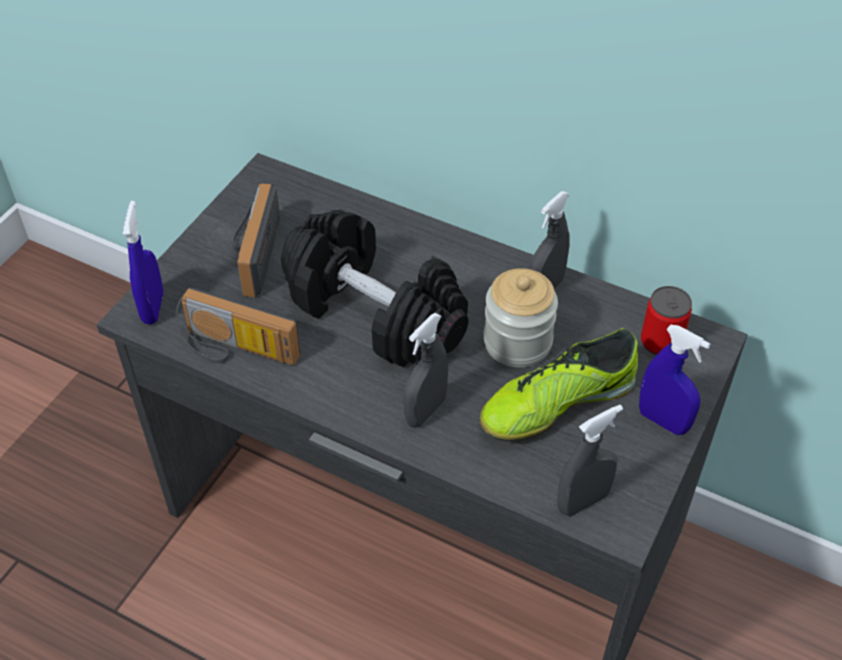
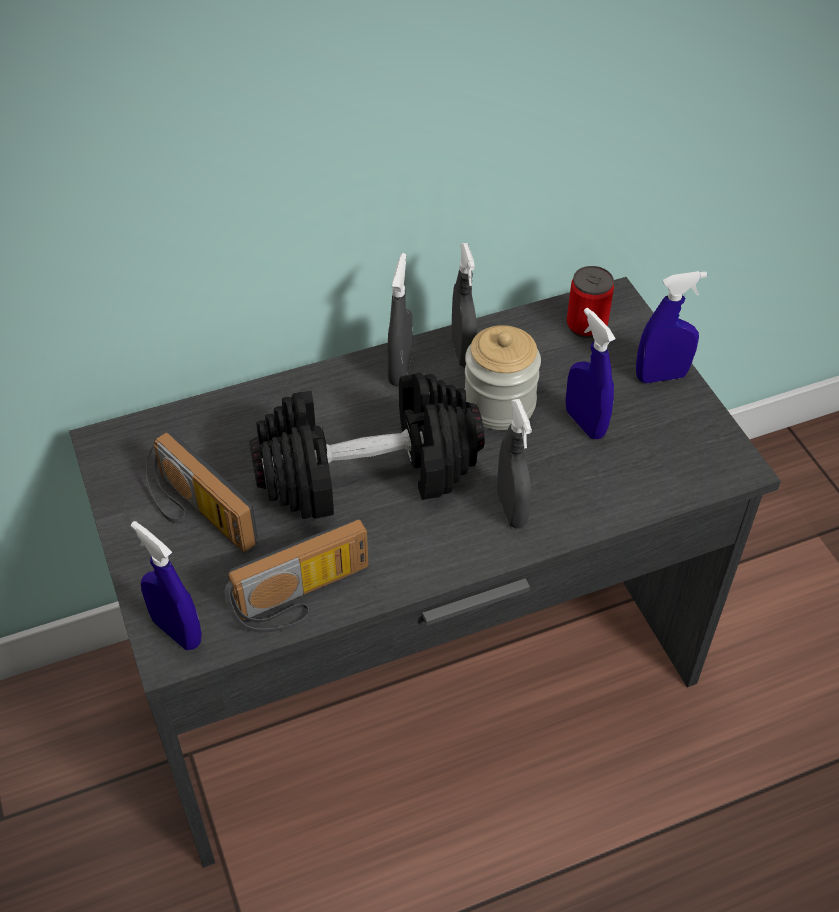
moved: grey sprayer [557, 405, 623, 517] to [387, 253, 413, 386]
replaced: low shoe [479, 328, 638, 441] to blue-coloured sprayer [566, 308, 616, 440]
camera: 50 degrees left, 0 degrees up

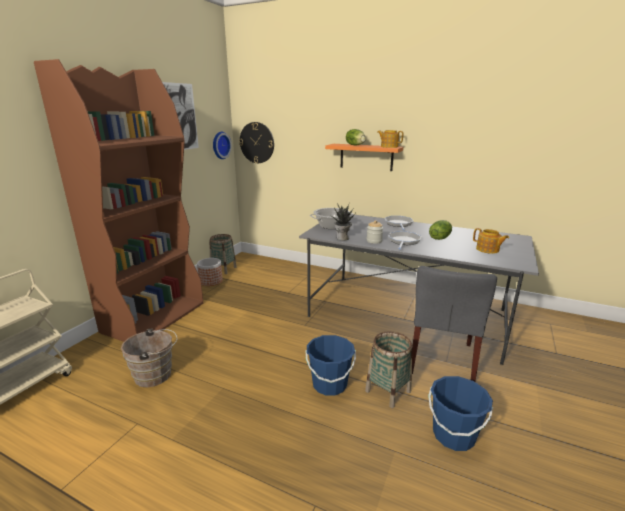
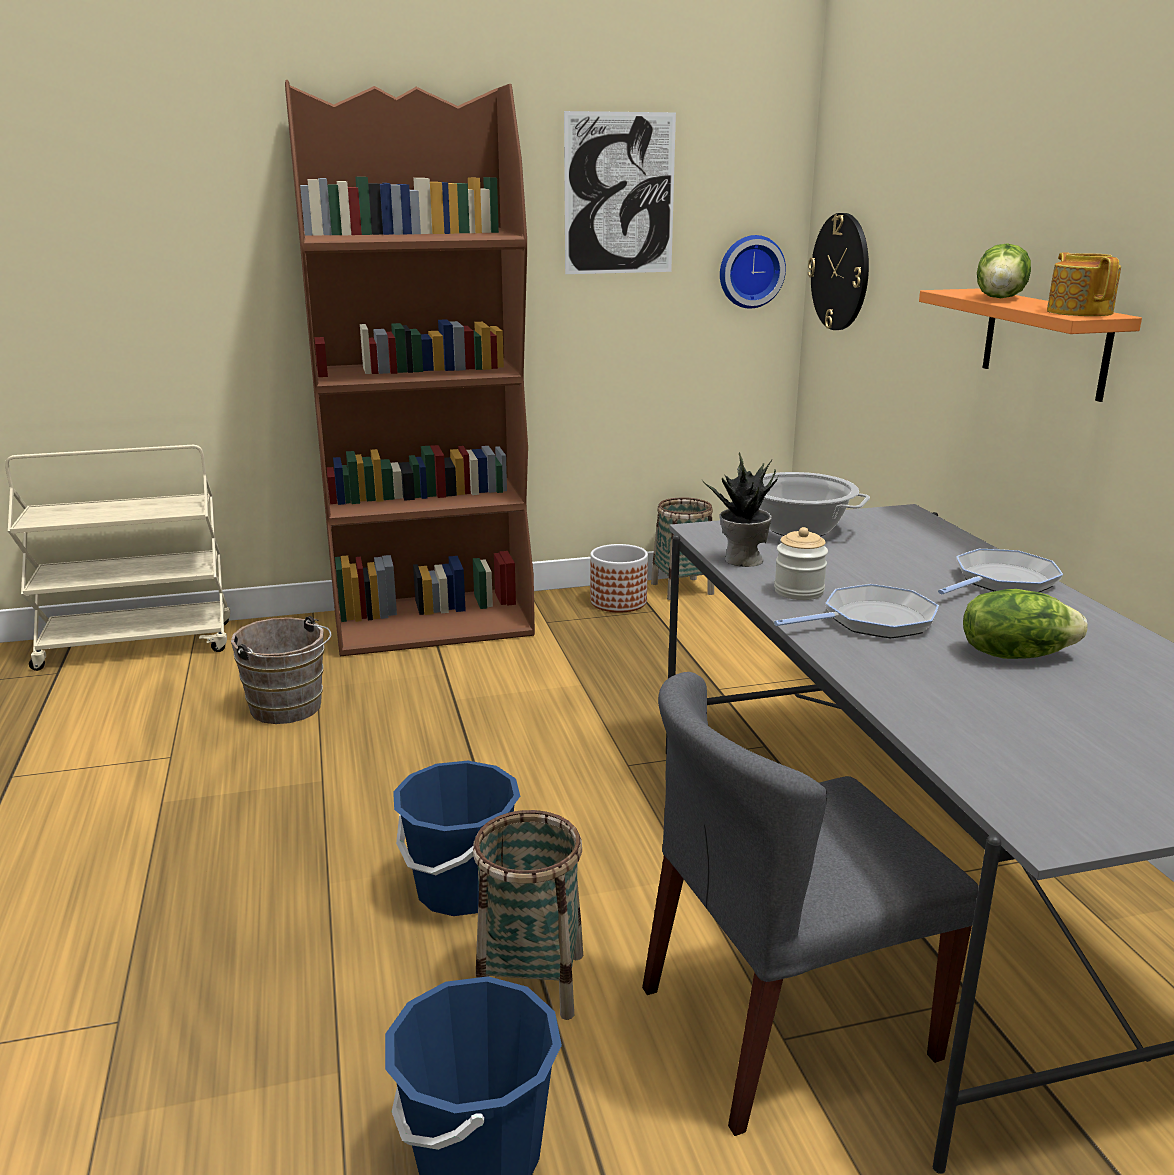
removed: teapot [473, 228, 509, 254]
camera: 50 degrees right, 0 degrees up

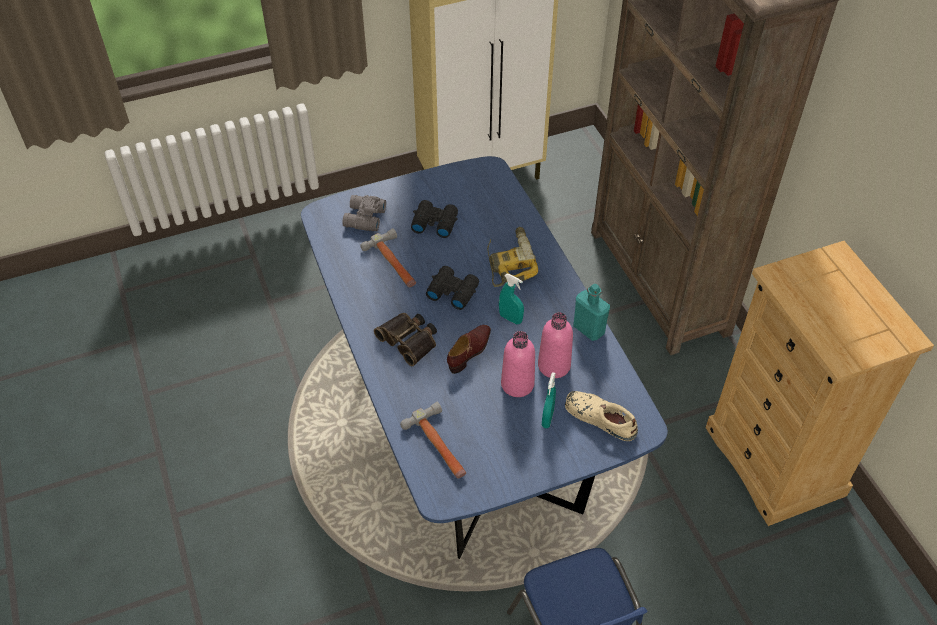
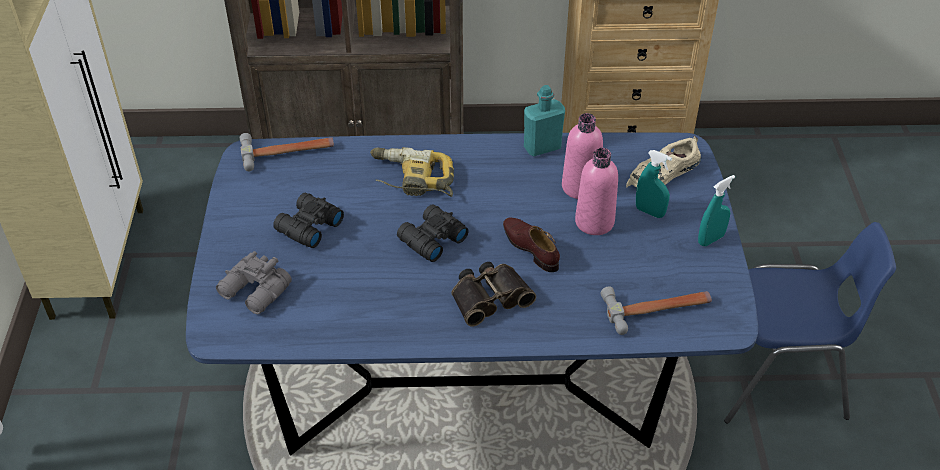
moved: tool hammer [360, 228, 416, 287] to [240, 133, 334, 171]; turquoise sprayer [499, 274, 524, 324] to [698, 175, 735, 246]
camera: 70 degrees left, 5 degrees down

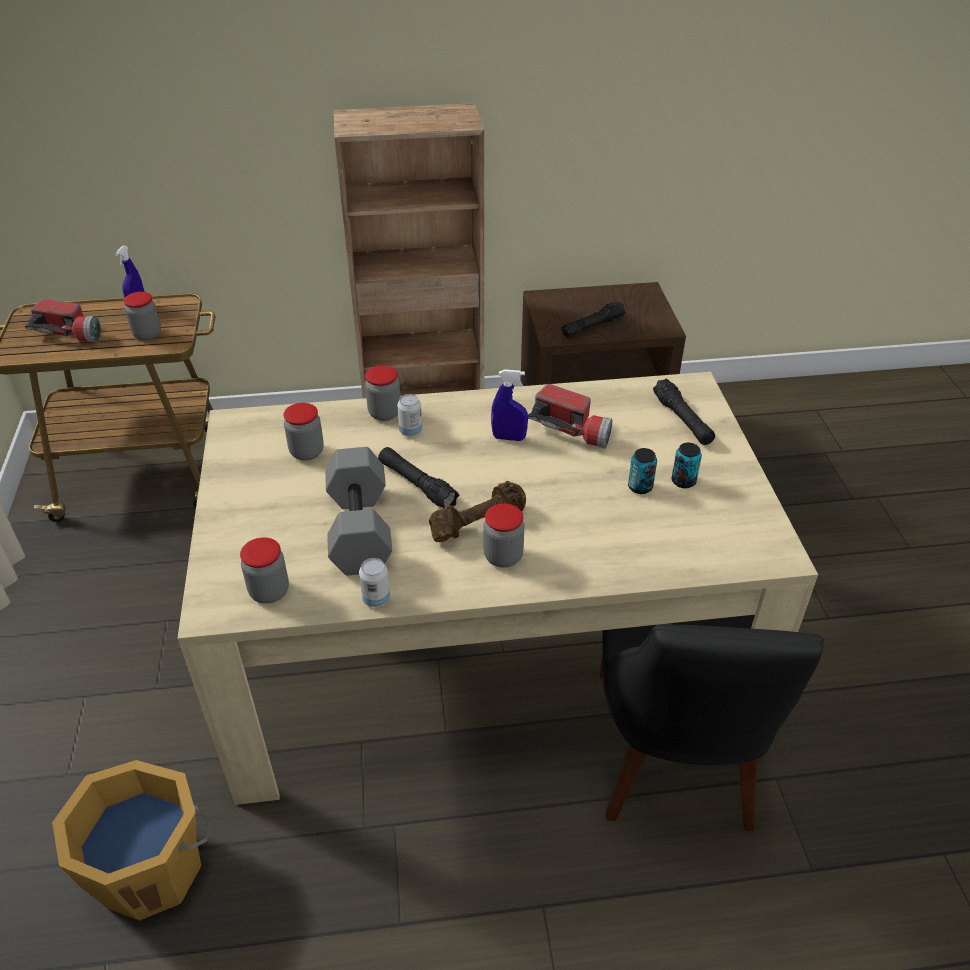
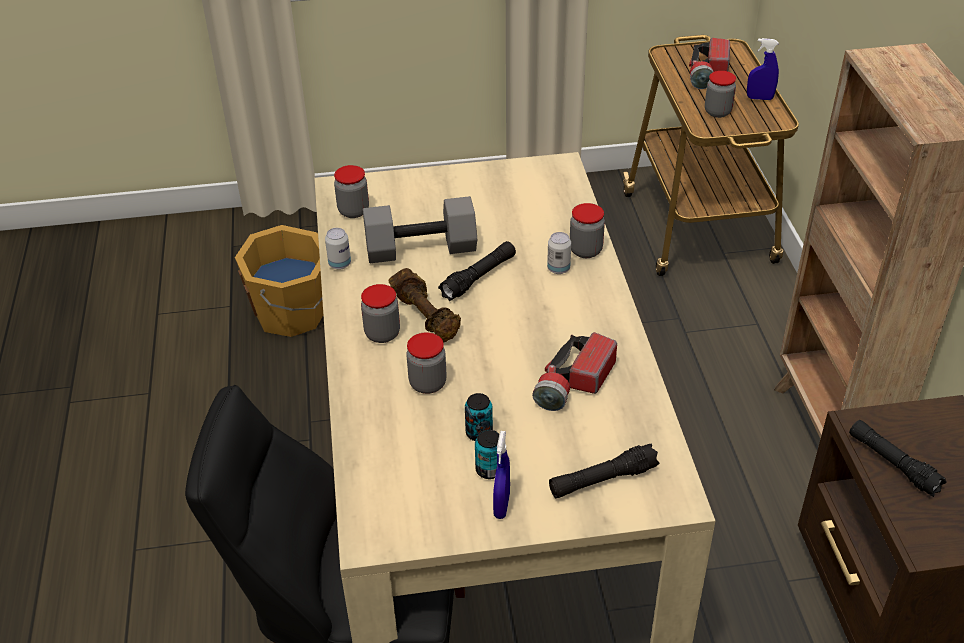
moved: blue-coloured sprayer [491, 369, 528, 441] to [493, 431, 510, 519]; jar [284, 403, 324, 461] to [406, 332, 447, 394]
camera: 90 degrees right, 0 degrees up

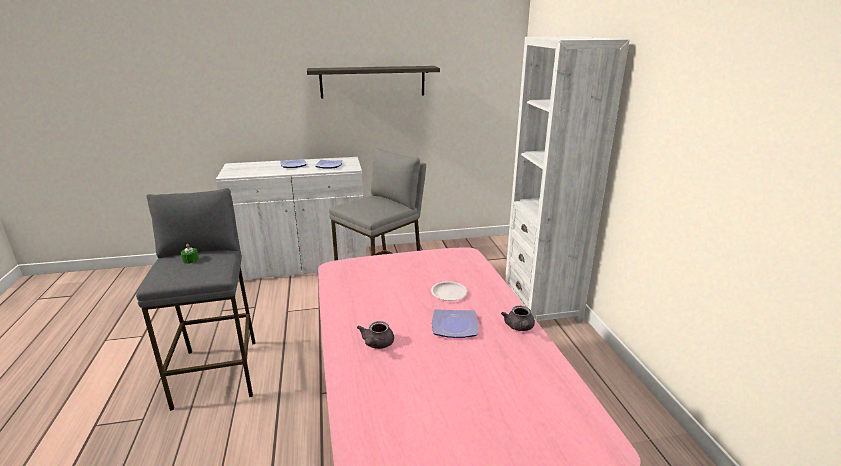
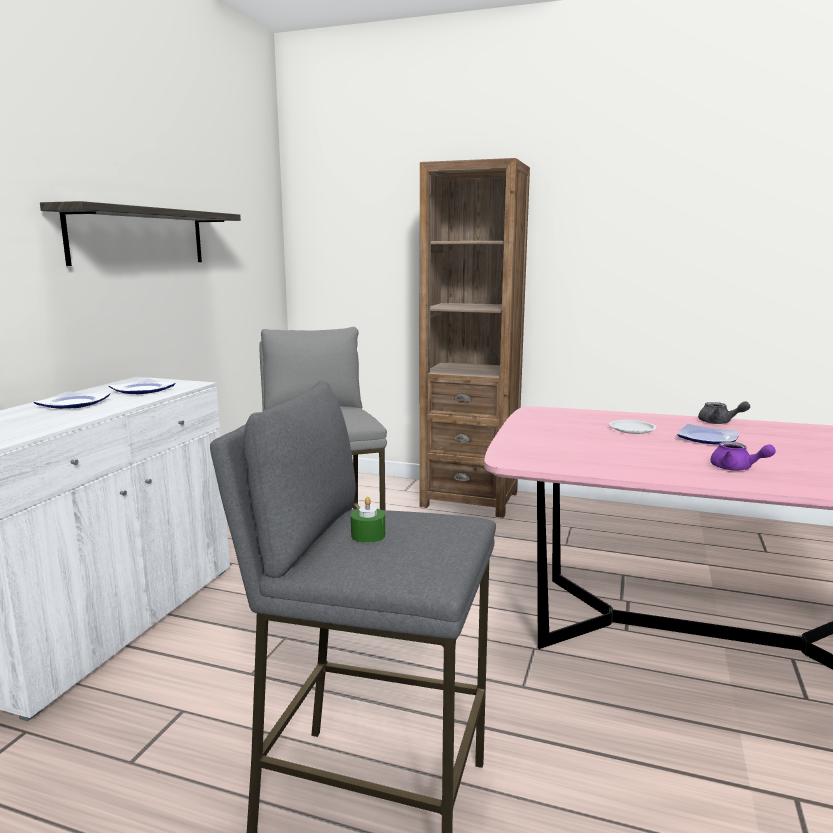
recoloured: whitish bookcase [505, 36, 630, 323] to brown bookcase [419, 158, 530, 518]; grey teapot [357, 321, 394, 349] to purple-coloured teapot [710, 442, 776, 471]
camera: 60 degrees left, 10 degrees down

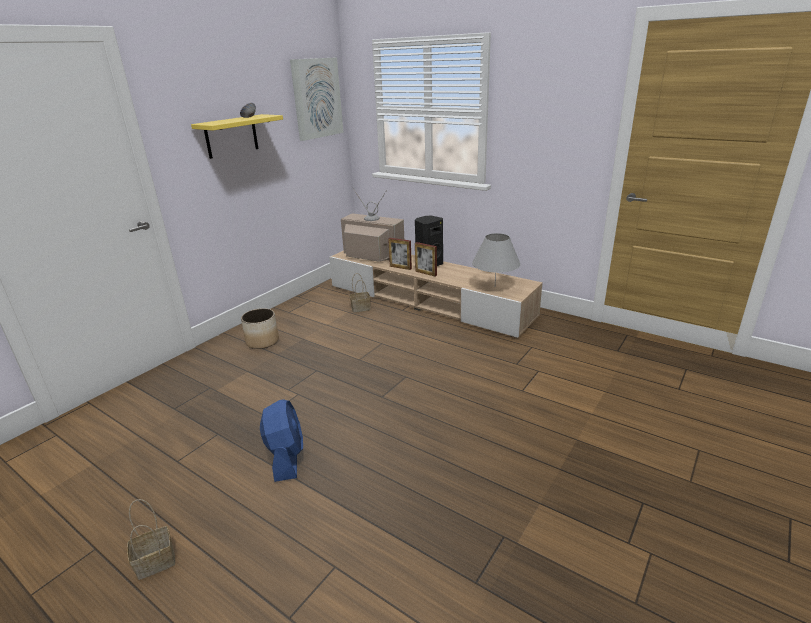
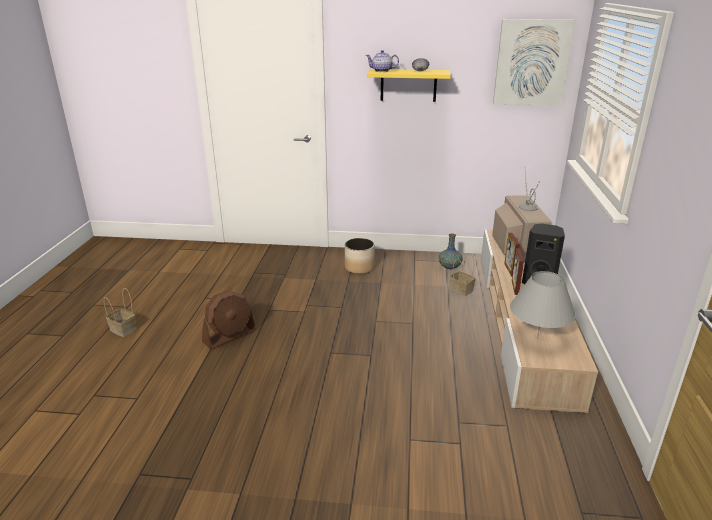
added: teapot [365, 50, 399, 72]; vase [439, 233, 463, 269]
recoloured: blue-coloured cooling fan [260, 399, 303, 482] to brown cooling fan [202, 291, 256, 350]
camera: 60 degrees right, 0 degrees up

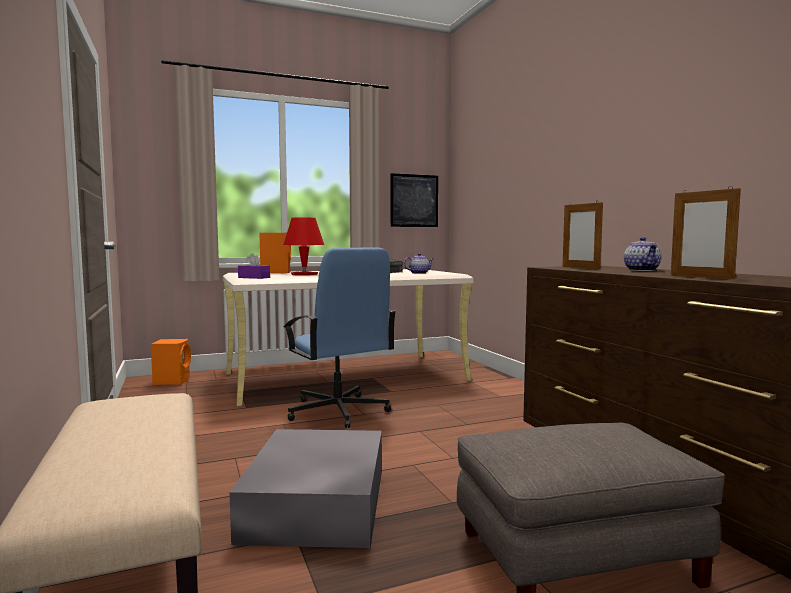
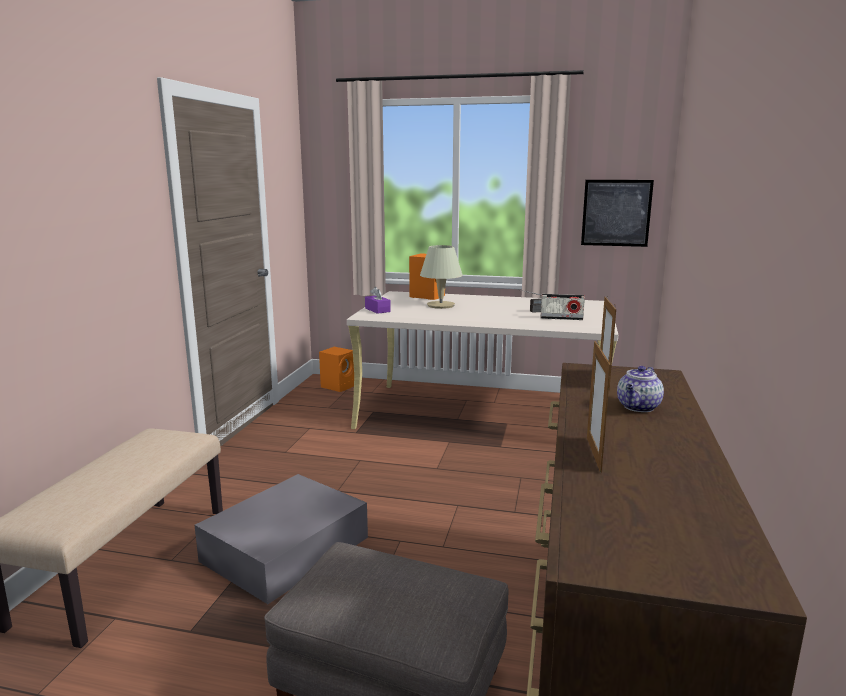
removed: blue-coloured office chair [283, 248, 396, 428]
replaced: teapot [404, 253, 434, 274] to radio set [541, 294, 585, 320]
recoloured: red-coloured lamp for a table [283, 217, 324, 275] to beige-coloured lamp for a table [420, 245, 463, 309]
camera: 35 degrees right, 10 degrees up

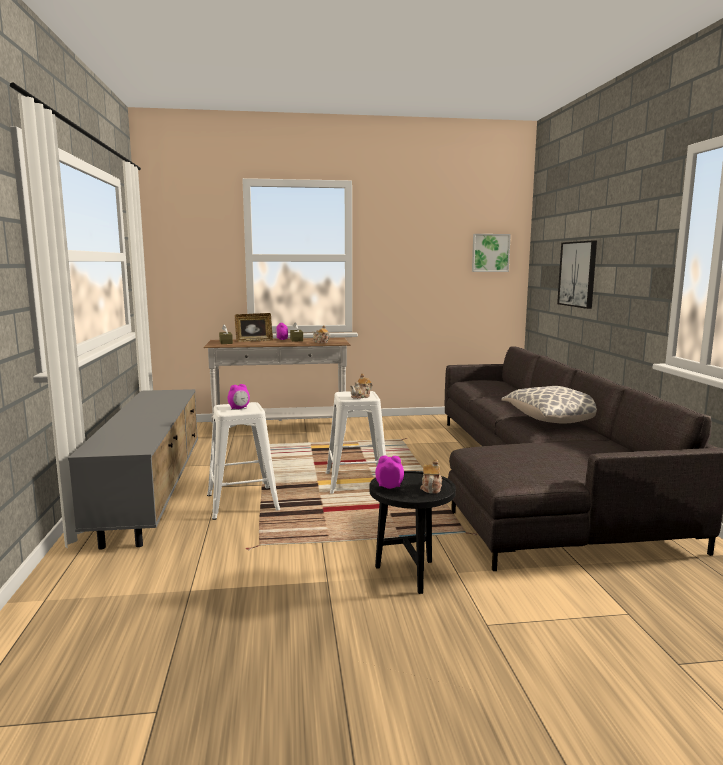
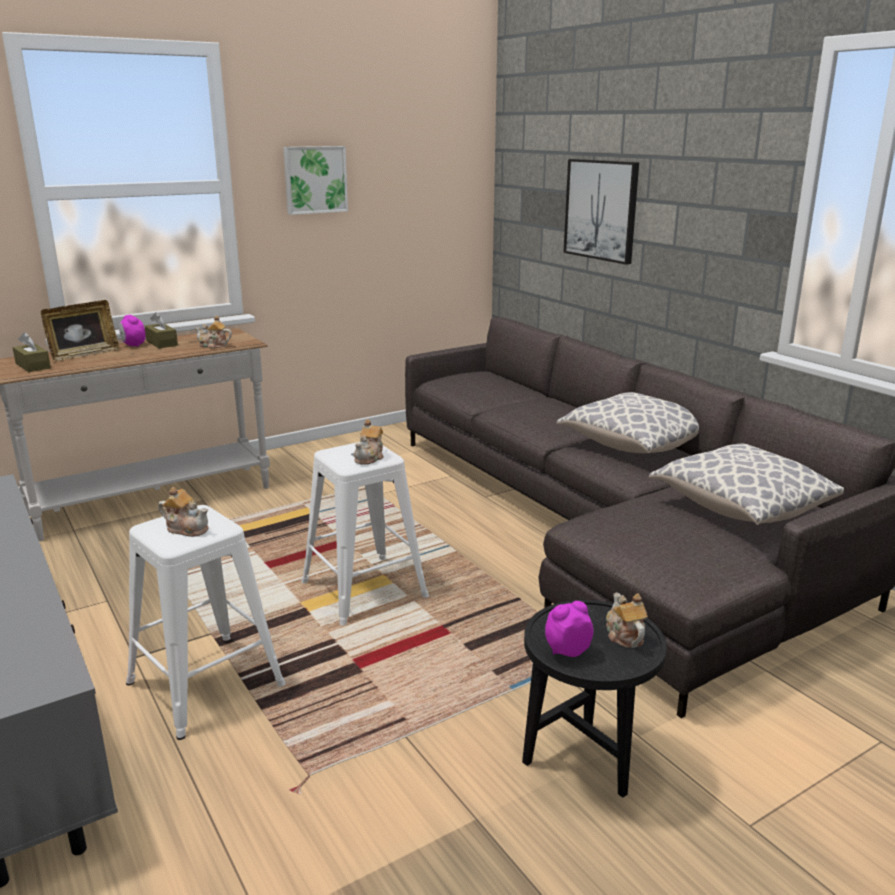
added: cushion [649, 444, 844, 525]
moved: picture [472, 234, 511, 272] to [283, 146, 348, 215]
replaced: table clock [228, 384, 250, 409] to teapot [158, 487, 209, 537]
camera: 25 degrees left, 10 degrees up

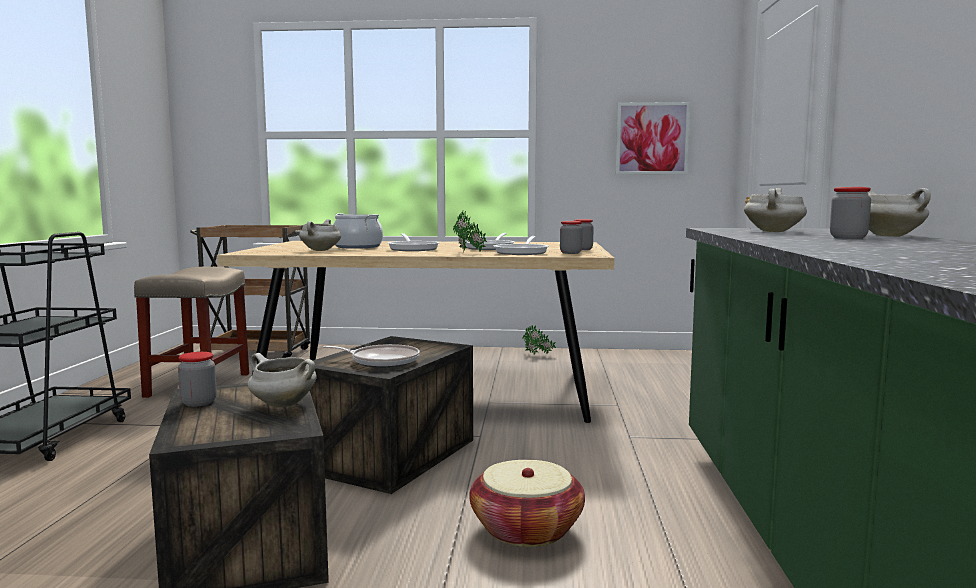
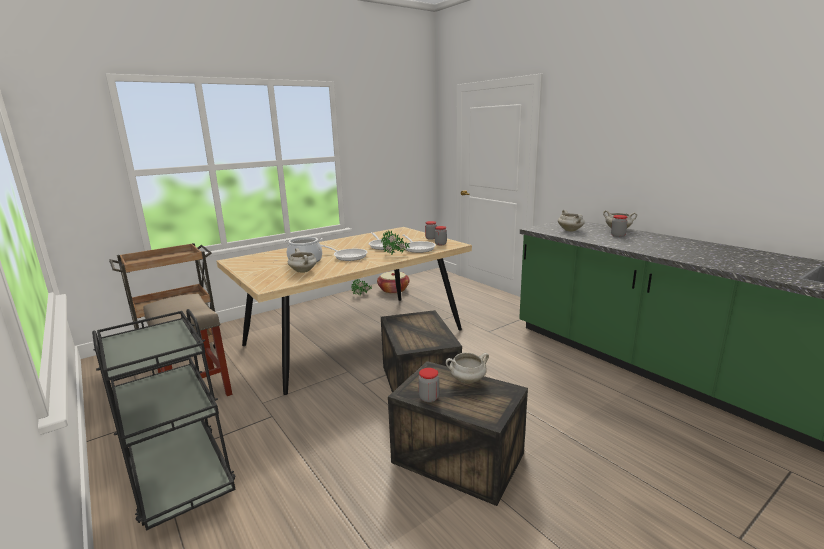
removed: picture [616, 102, 690, 175]; skillet [323, 344, 420, 368]
moved: household basket [469, 460, 585, 547] to [377, 271, 410, 294]
camera: 40 degrees left, 10 degrees up

